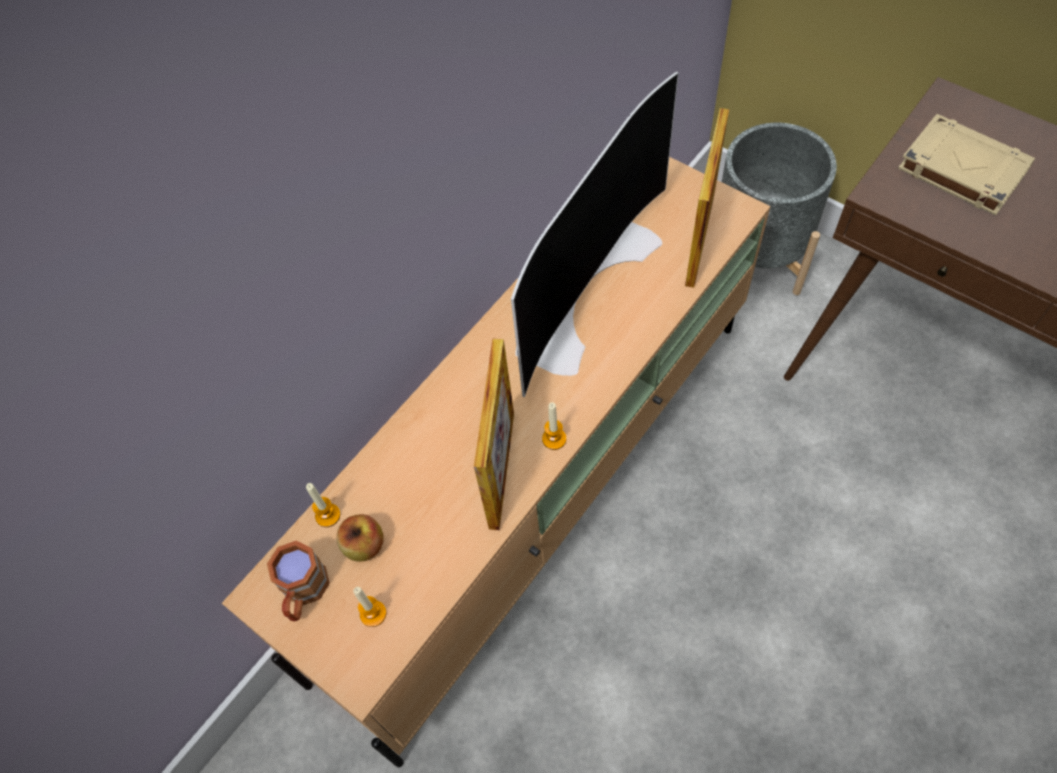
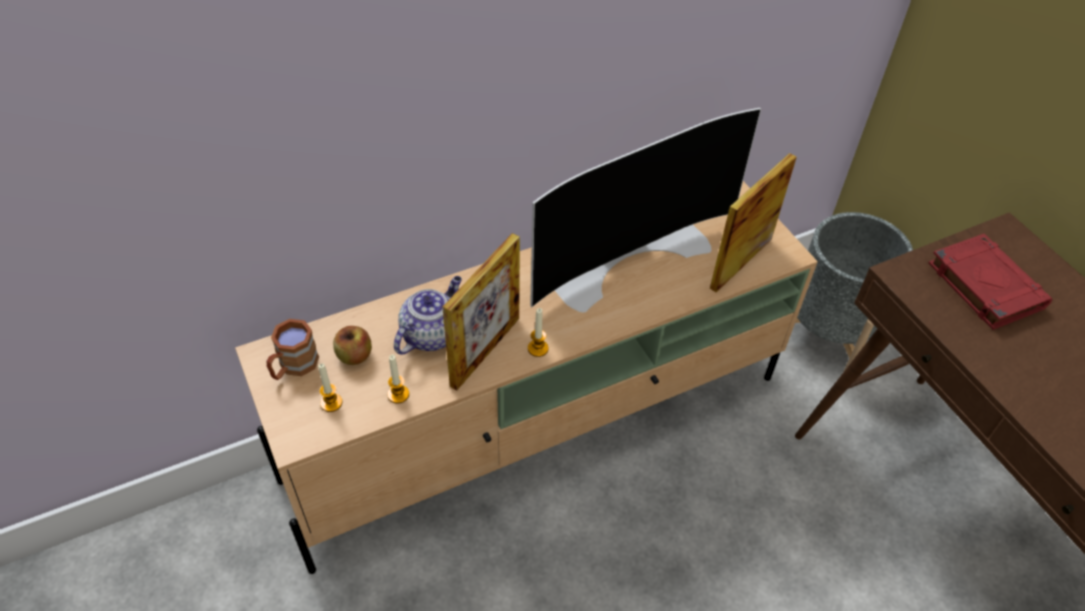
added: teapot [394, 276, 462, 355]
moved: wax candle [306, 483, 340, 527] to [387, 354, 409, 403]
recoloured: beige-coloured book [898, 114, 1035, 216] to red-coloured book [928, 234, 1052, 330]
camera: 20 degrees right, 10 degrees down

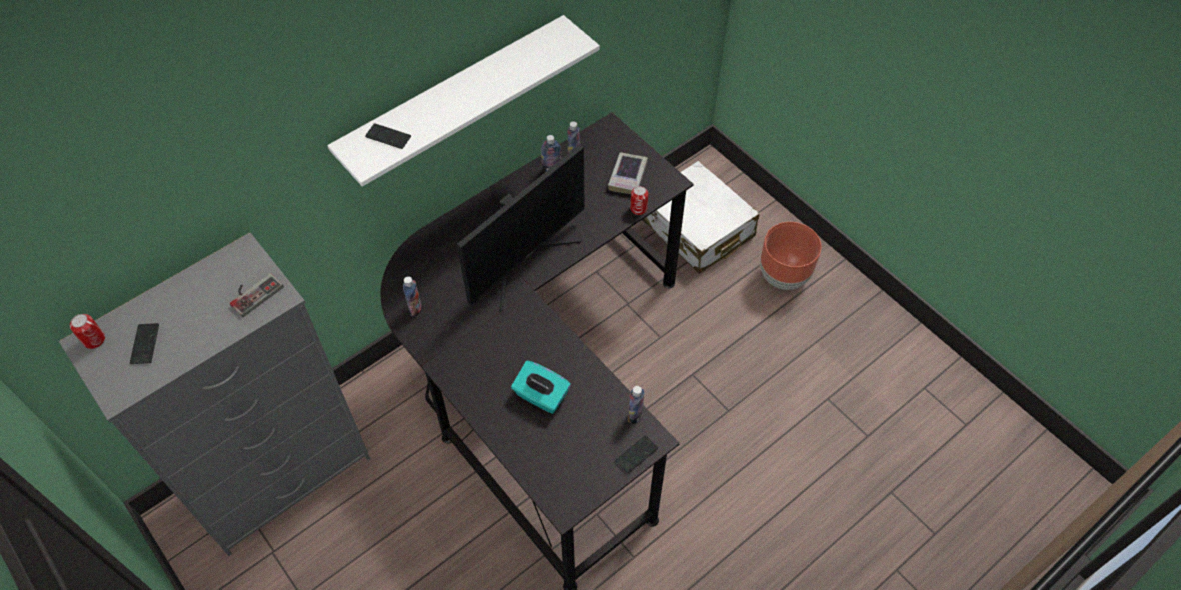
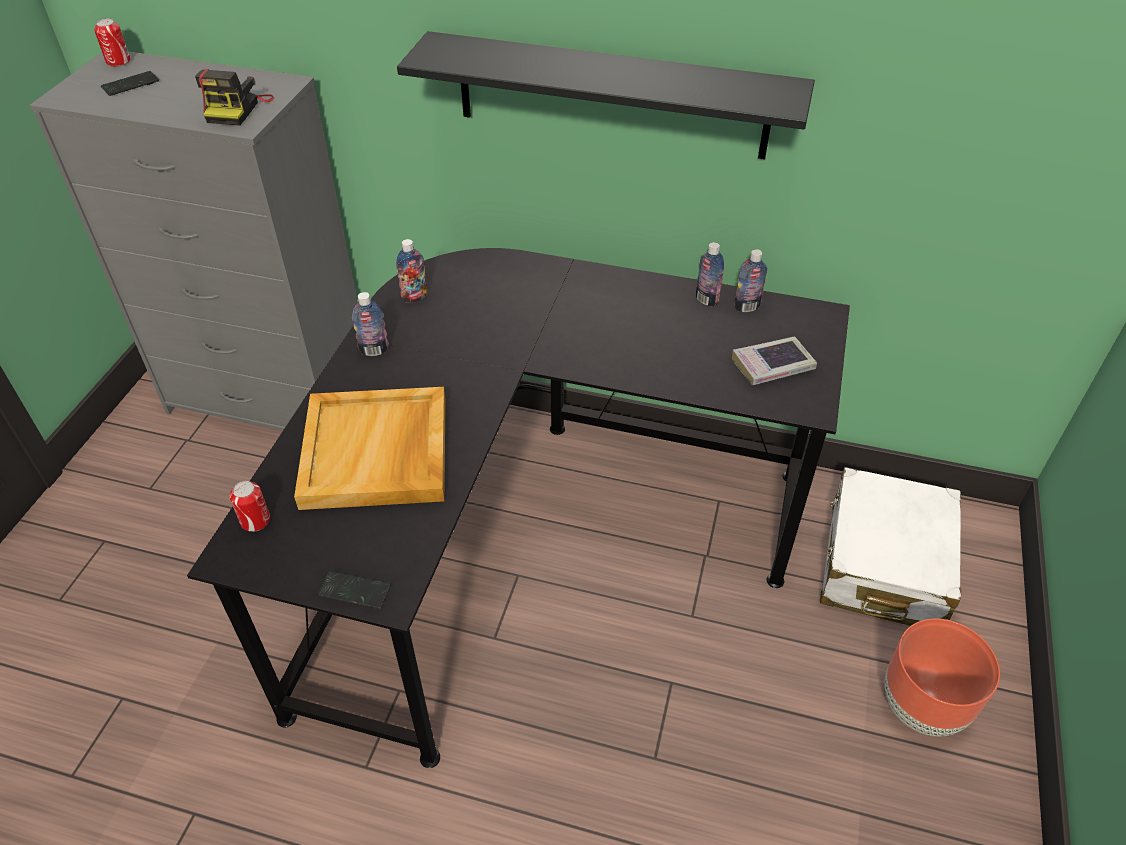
removed: handset [365, 123, 411, 149]; computer screen [457, 145, 584, 312]
moved: metal can [630, 186, 648, 215] to [230, 481, 270, 532]; beverage bottle [628, 386, 644, 424] to [352, 292, 389, 356]
replaced: gamepad [230, 273, 284, 317] to photo camera [195, 69, 274, 126]; turquoise tissue holder [511, 360, 571, 414] to beige-coloured carrying tray [294, 387, 446, 510]
recoloured: whitish shelf [327, 15, 600, 187] to black-coloured shelf [397, 31, 815, 159]
camera: 55 degrees right, 10 degrees down

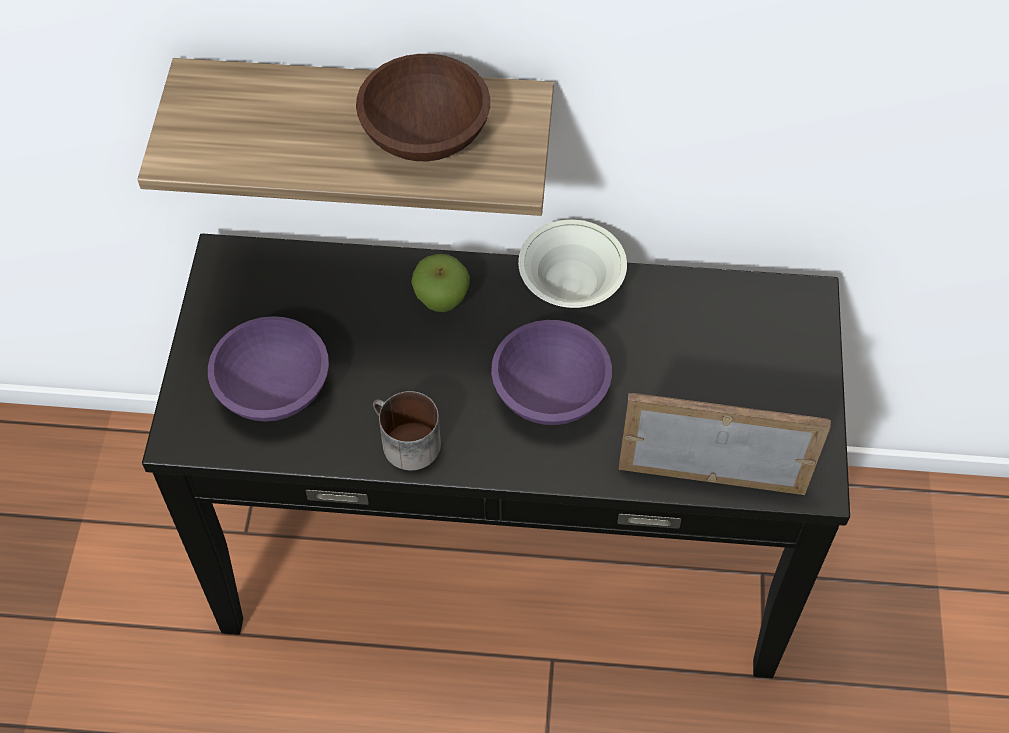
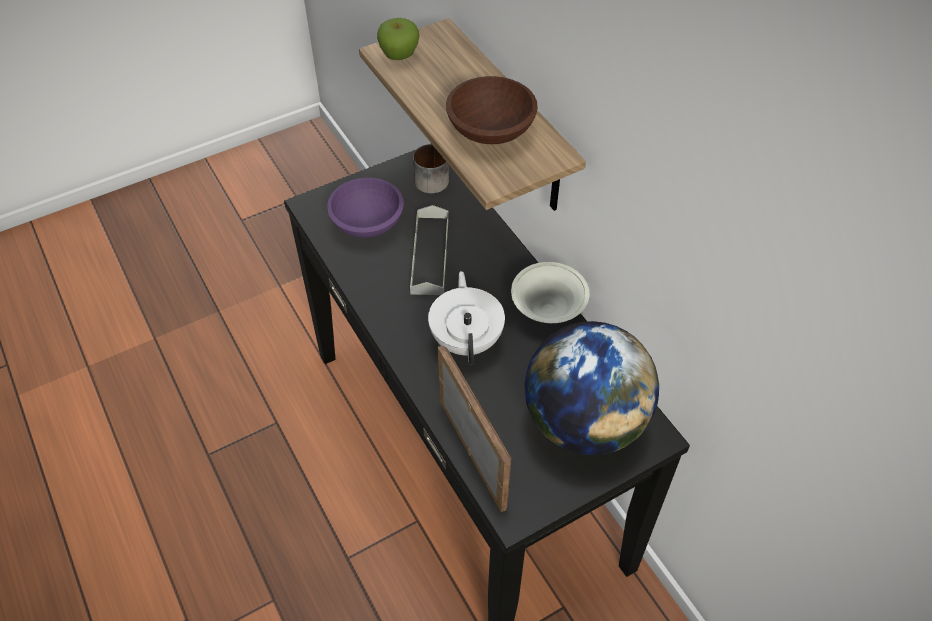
added: grey carrying tray [410, 205, 449, 295]; globe [524, 321, 659, 455]
moved: whole apple [411, 254, 470, 312] to [377, 18, 420, 60]; tea mug [373, 391, 441, 470] to [413, 144, 449, 193]
replaced: purple-coloured deep dish [491, 320, 612, 425] to whitish teapot [428, 271, 505, 364]
camera: 55 degrees right, 5 degrees down

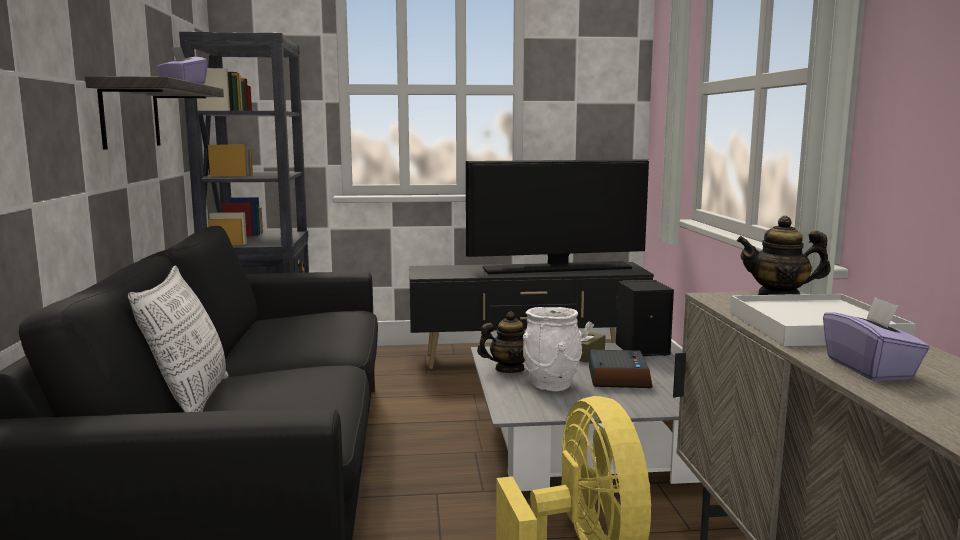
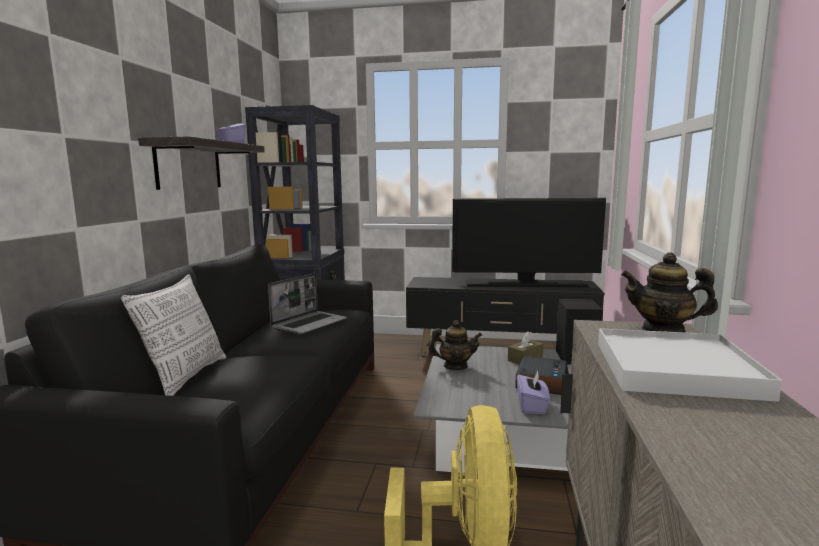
removed: whitish vase [523, 307, 582, 391]
added: laptop [268, 273, 347, 334]
moved: purple-coloured tissue holder [823, 297, 930, 381] to [517, 371, 550, 414]
camera: 15 degrees right, 0 degrees up

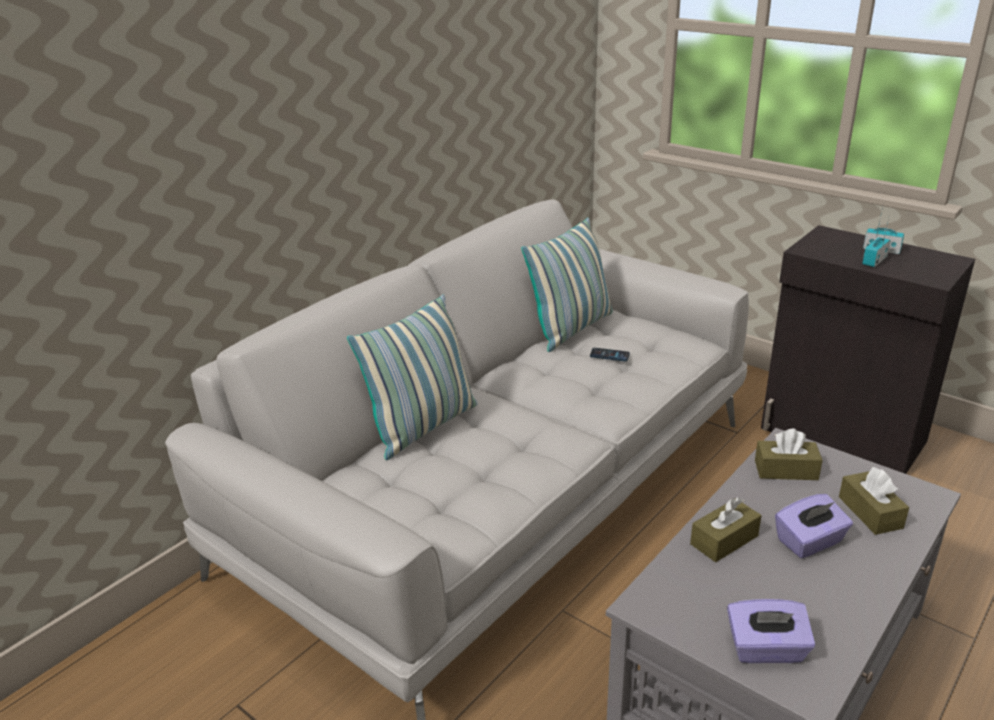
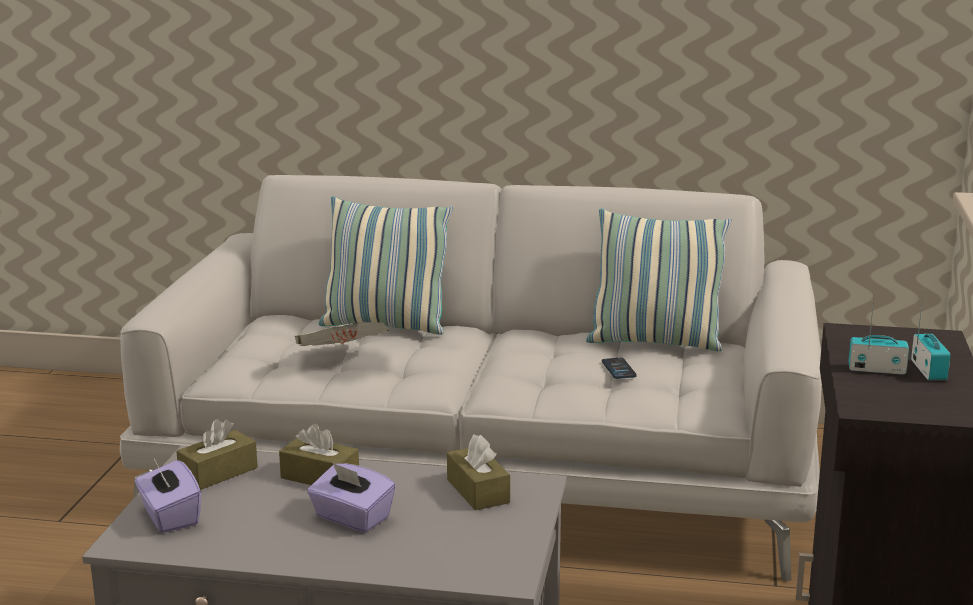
added: printed paper [294, 322, 389, 346]
moved: brown tissue holder [839, 467, 909, 535] to [176, 419, 258, 490]
camera: 60 degrees right, 10 degrees down

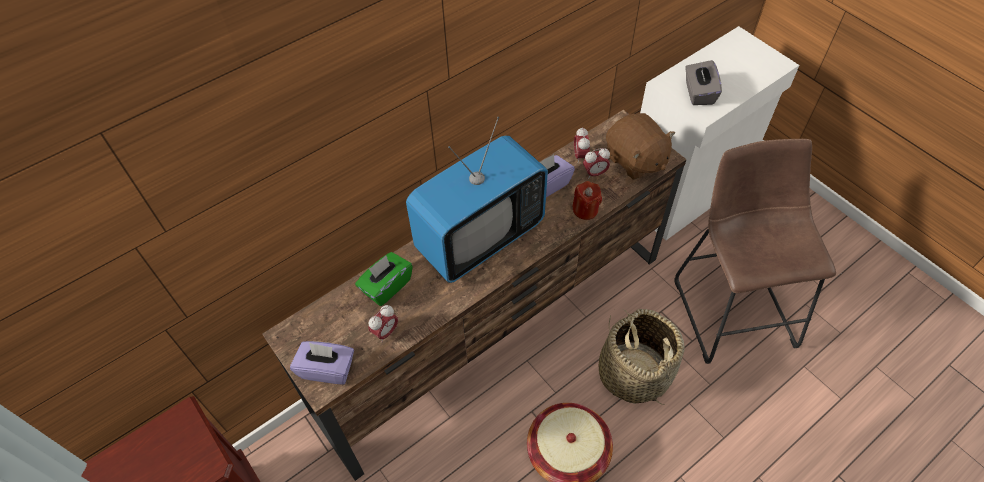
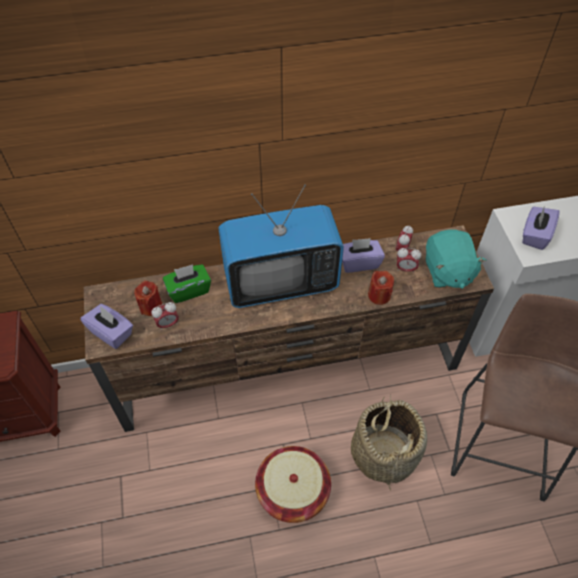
added: red-coloured wax candle [134, 281, 162, 316]
recoloured: grey tissue holder [685, 60, 722, 105] to purple-coloured tissue holder [522, 207, 560, 250]; brown soft toy [606, 113, 675, 180] to turquoise soft toy [426, 230, 486, 289]
camera: 25 degrees right, 0 degrees up

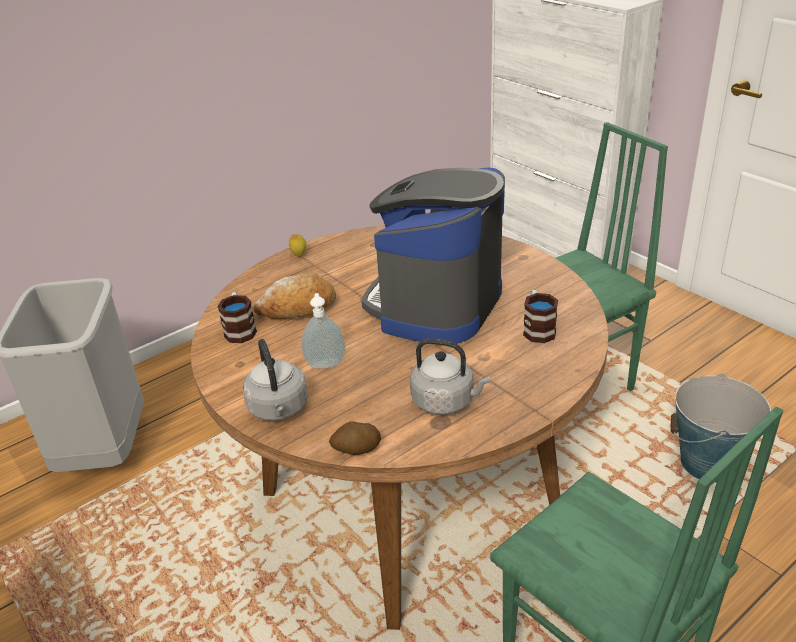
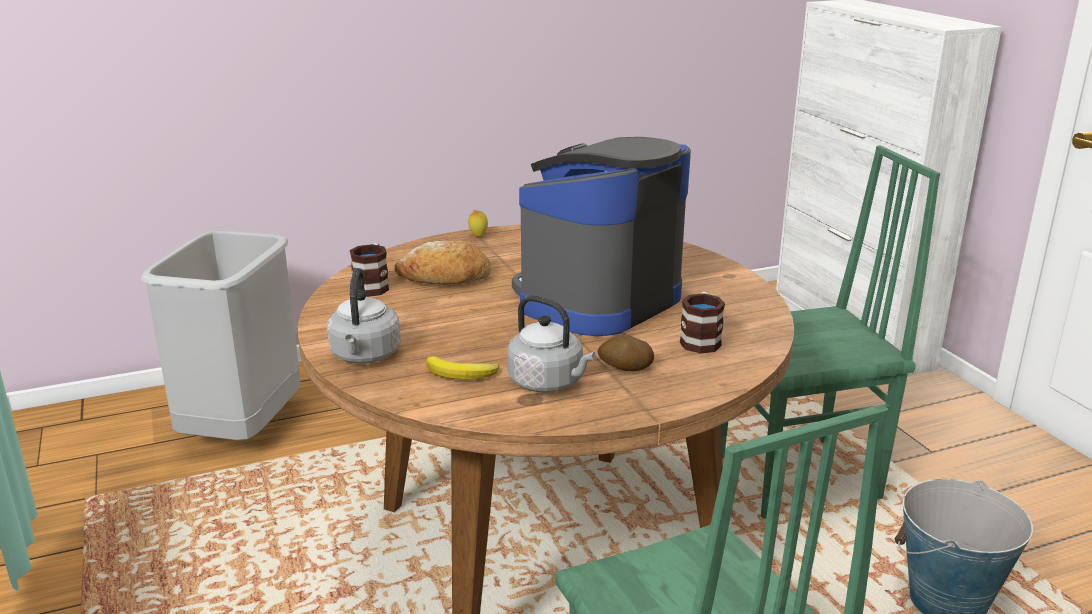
removed: soap bottle [301, 293, 345, 369]
added: banana [426, 356, 499, 380]
moved: whole potato [329, 422, 381, 455] to [597, 335, 654, 371]
camera: 15 degrees right, 10 degrees down

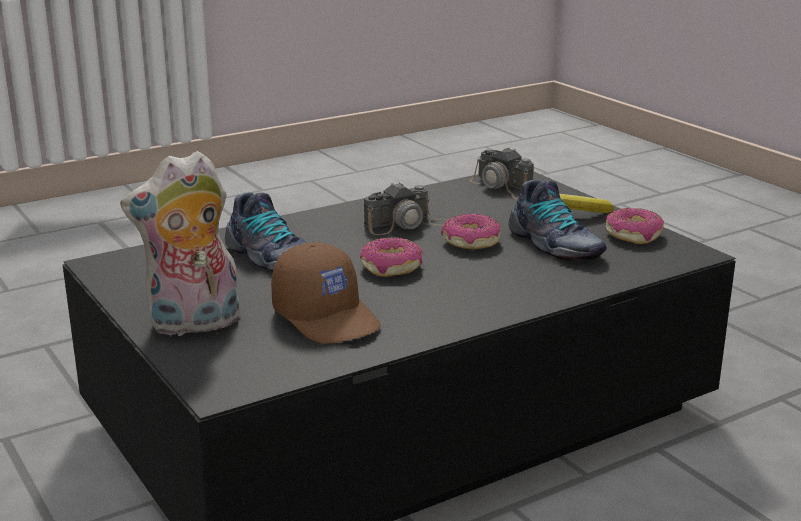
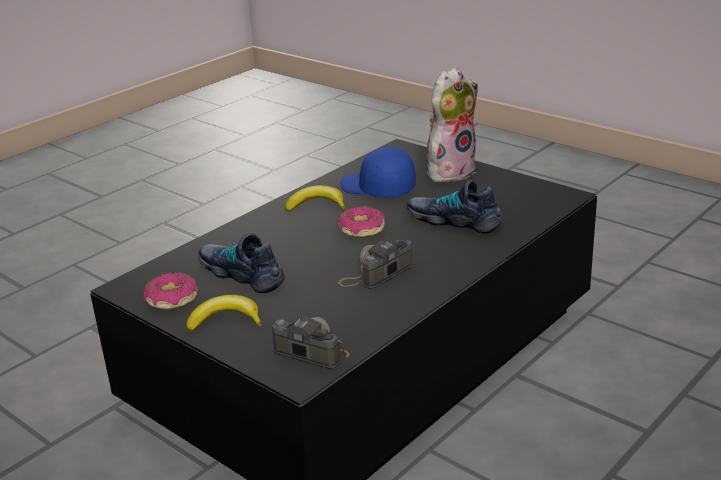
removed: ring doughnut [441, 214, 501, 249]
added: banana [285, 185, 346, 212]
recoloured: brown cap [271, 242, 381, 344] to blue-coloured cap [341, 147, 416, 197]
camera: 165 degrees right, 5 degrees up

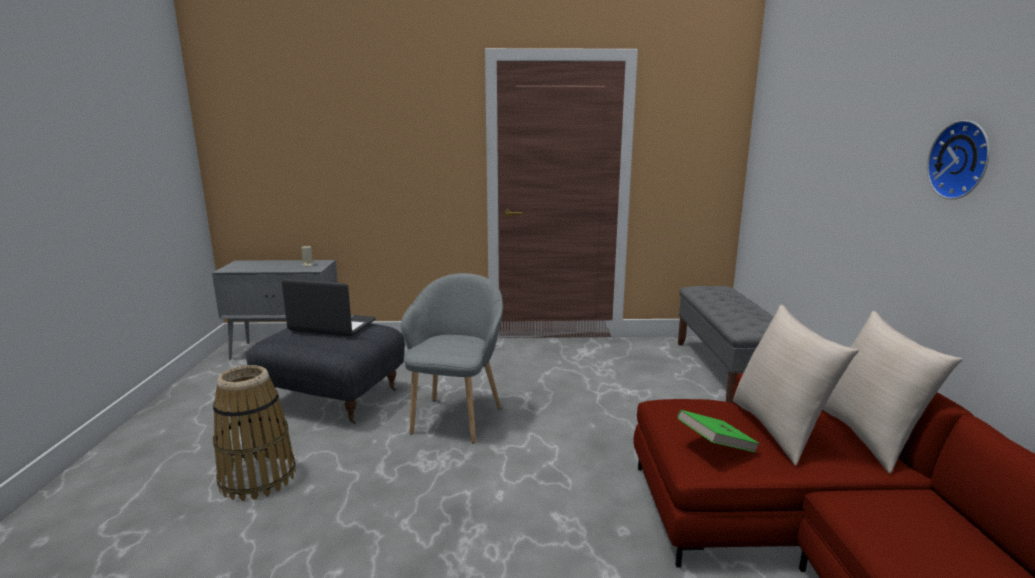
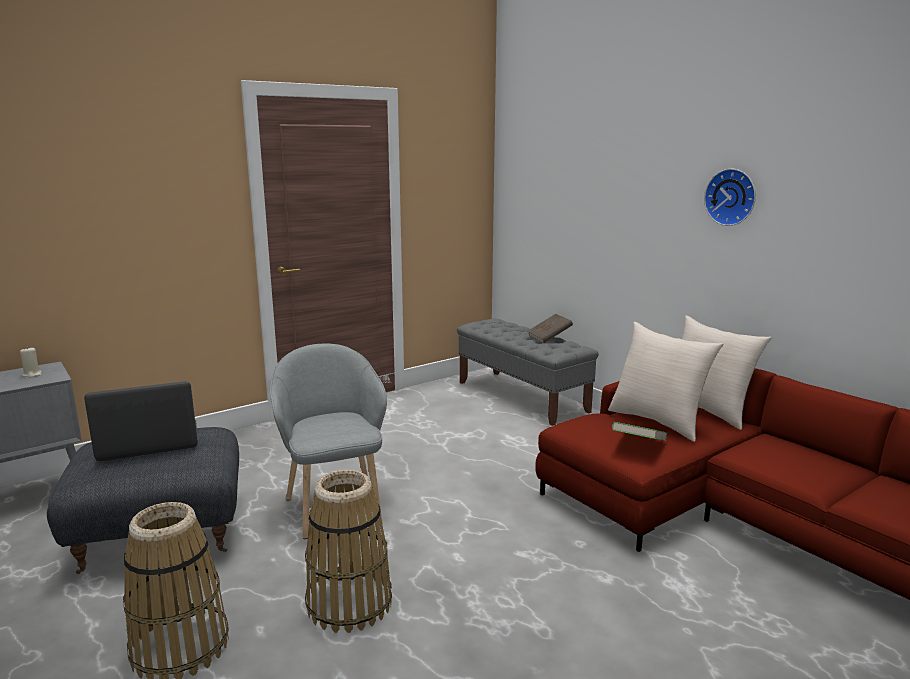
added: brown book [528, 314, 573, 343]; household basket [305, 470, 392, 633]
camera: 35 degrees left, 0 degrees up

